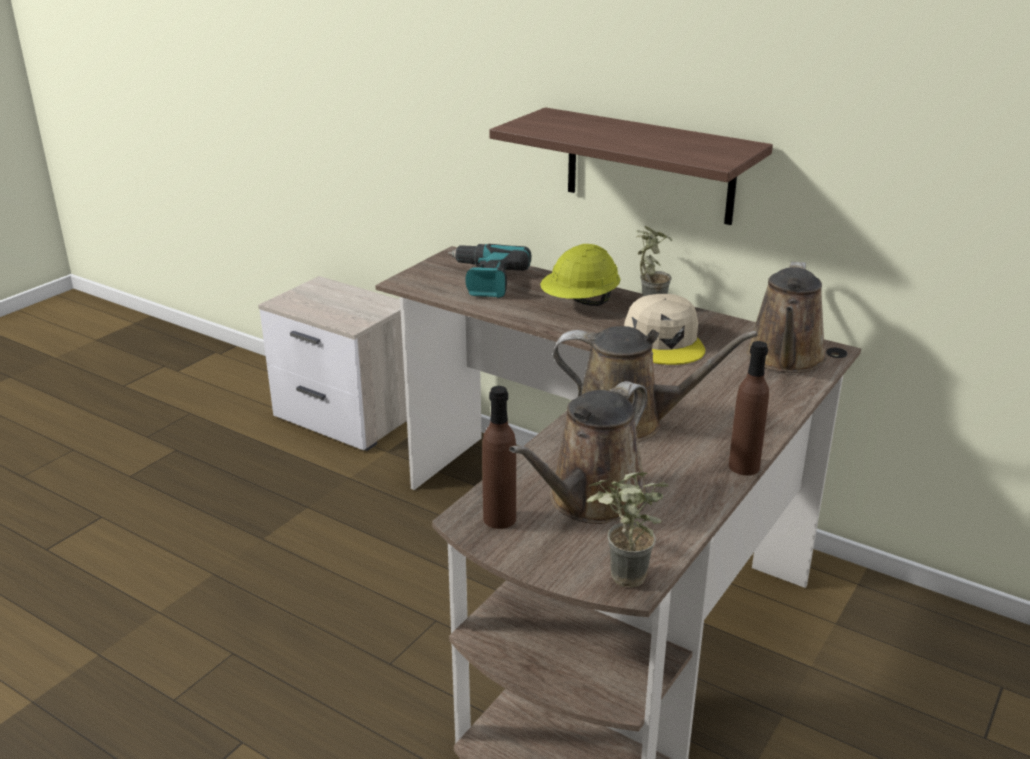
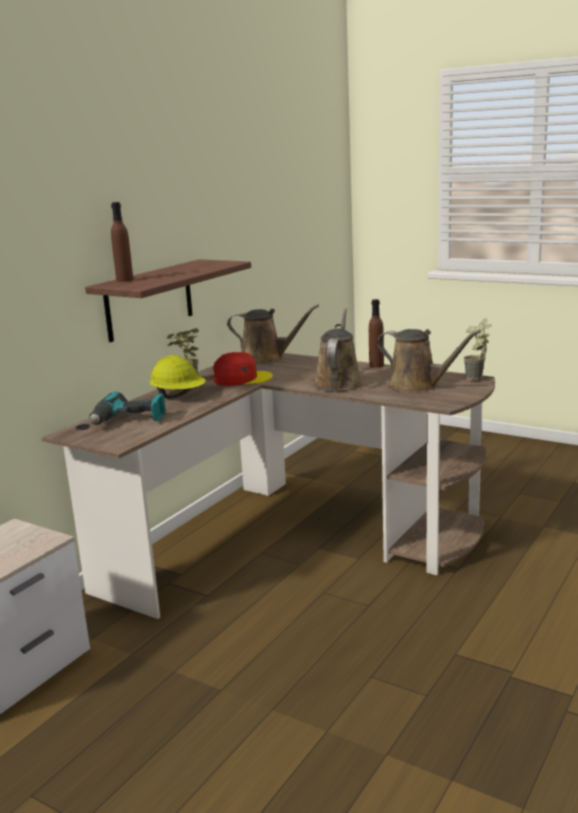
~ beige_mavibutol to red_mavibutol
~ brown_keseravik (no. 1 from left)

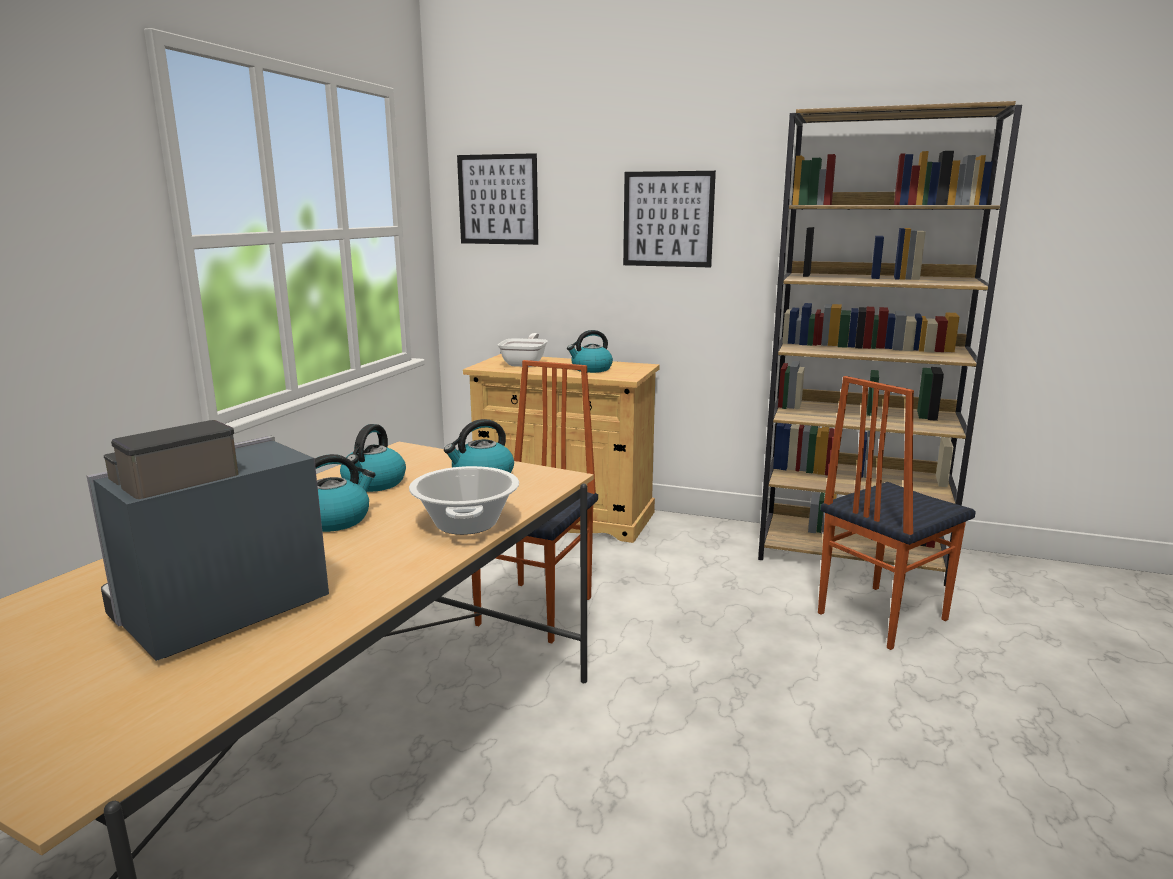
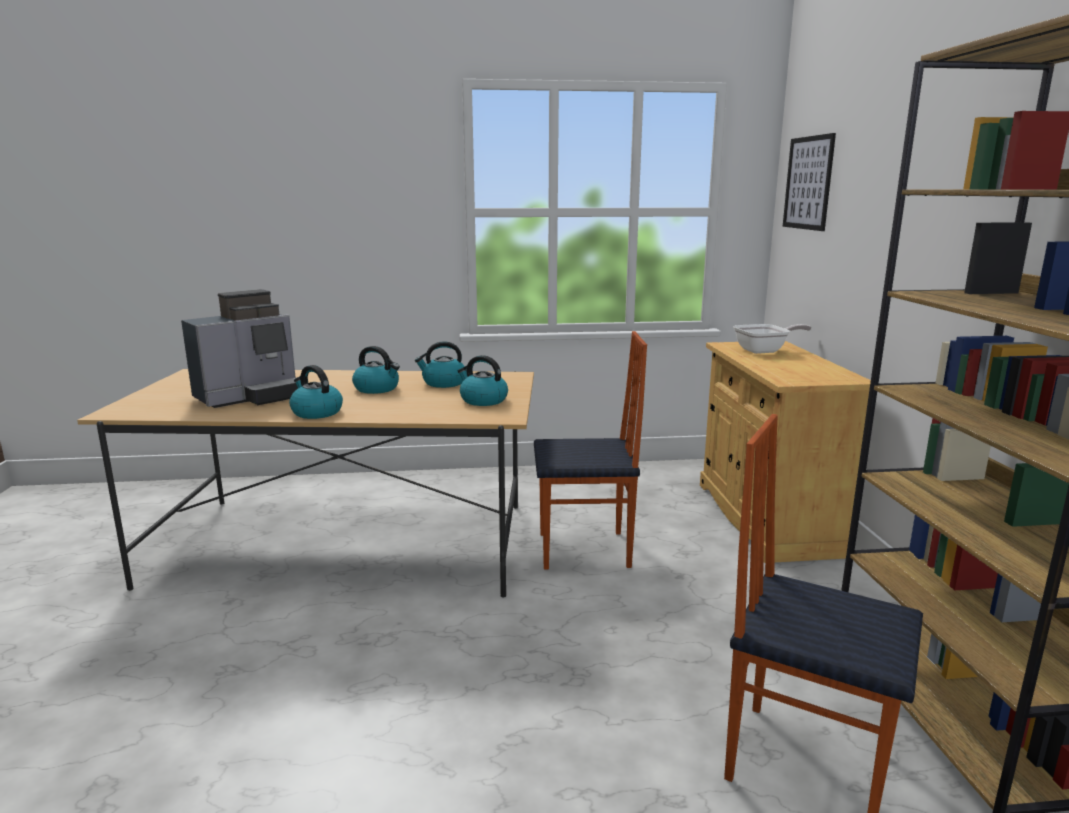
- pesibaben (no. 2 from left)
~ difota (no. 4 from left in the first image) to difota (no. 1 from left)
~ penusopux 120 degrees clockwise
- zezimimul

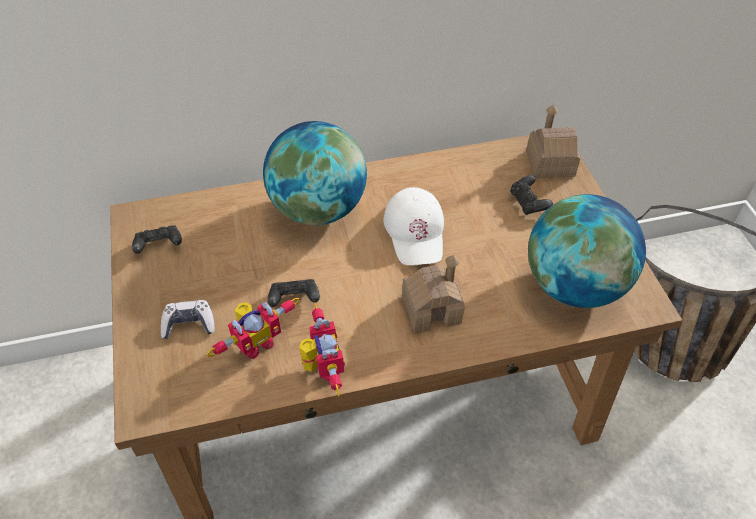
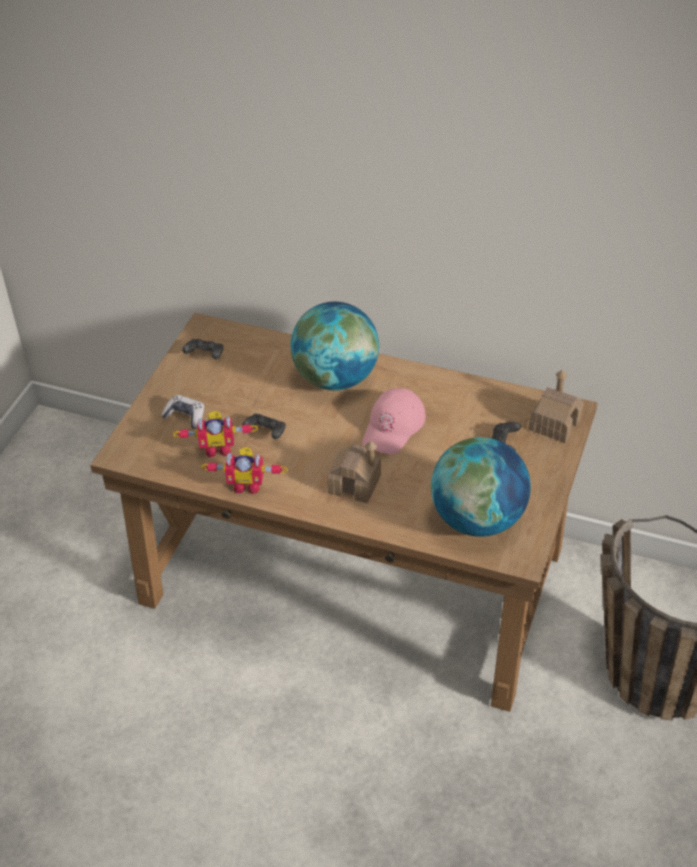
~ white_mavibutol to pink_mavibutol
~ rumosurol (no. 2 from left) 75 degrees clockwise

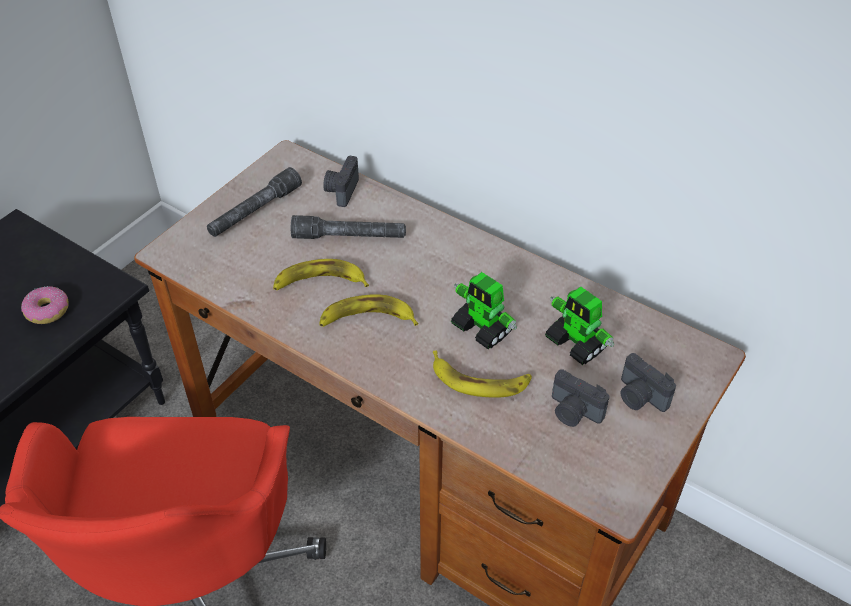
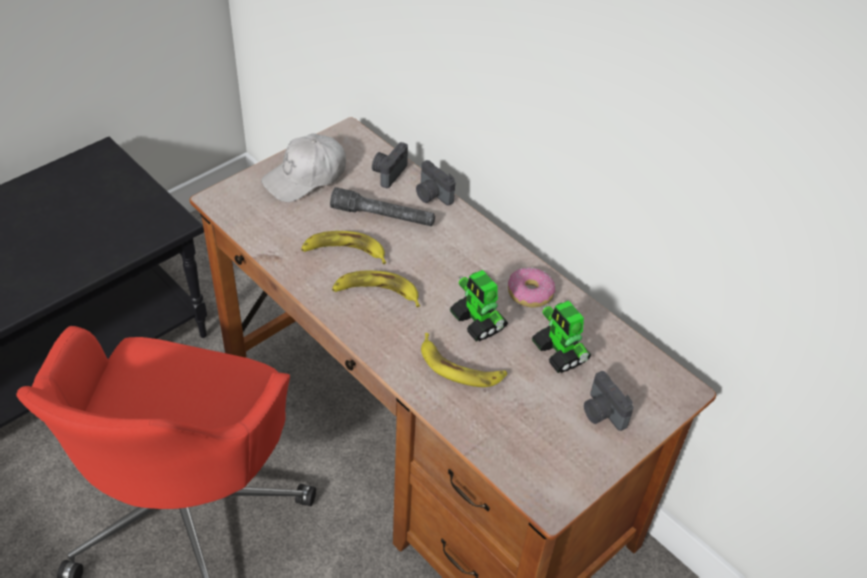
~ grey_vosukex (no. 1 from left) to white_mavibutol
~ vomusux
~ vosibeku (no. 2 from left)

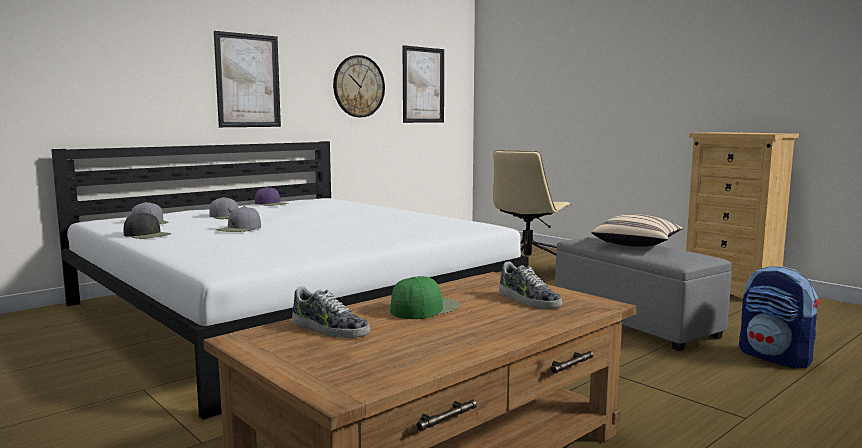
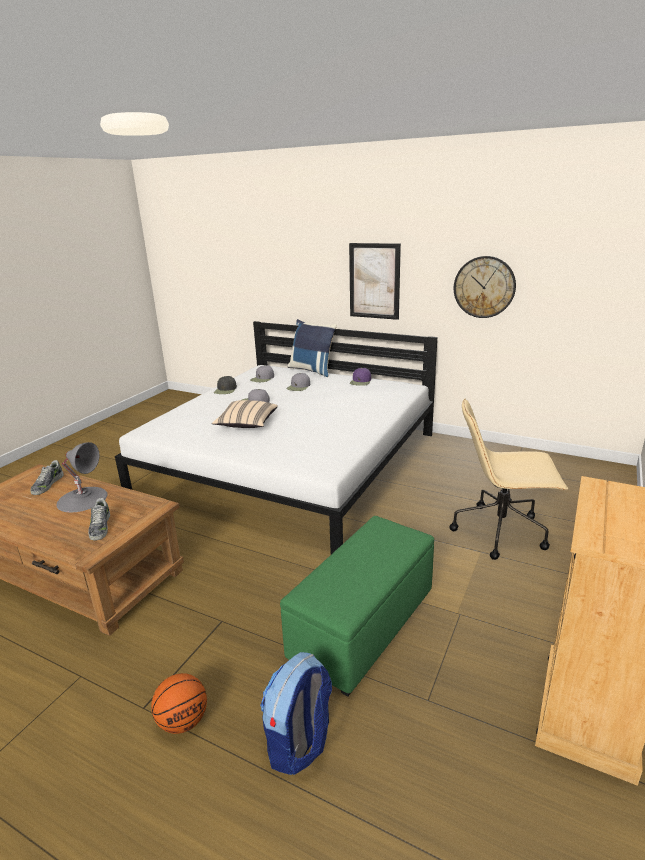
- pesibaben (no. 2 from left)
~ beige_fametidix
~ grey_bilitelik to green_bilitelik
~ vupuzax (no. 2 from left) 45 degrees counterclockwise
~ green_mavibutol to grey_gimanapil
+ blue_fametidix
+ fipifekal

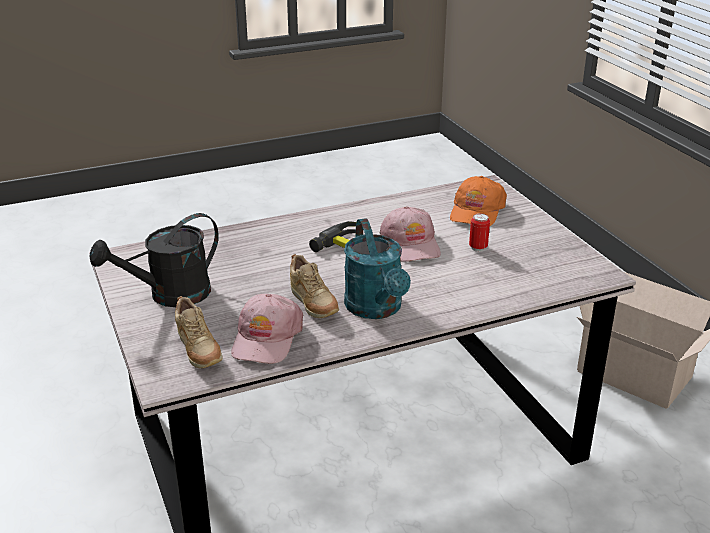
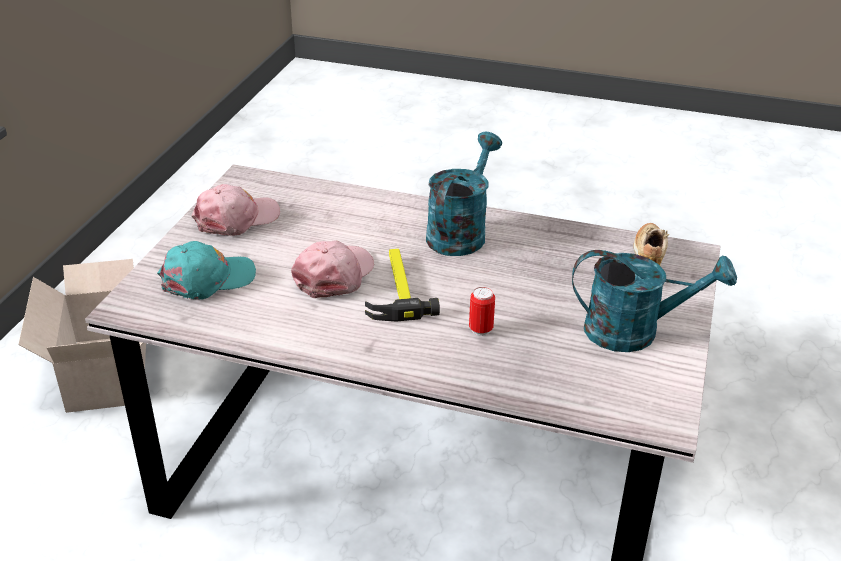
~ orange_mavibutol to turquoise_mavibutol
~ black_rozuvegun to turquoise_rozuvegun (no. 2 from left)
~ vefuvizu
- beige_vupuzax (no. 2 from left)
~ pink_mavibutol (no. 1 from left)

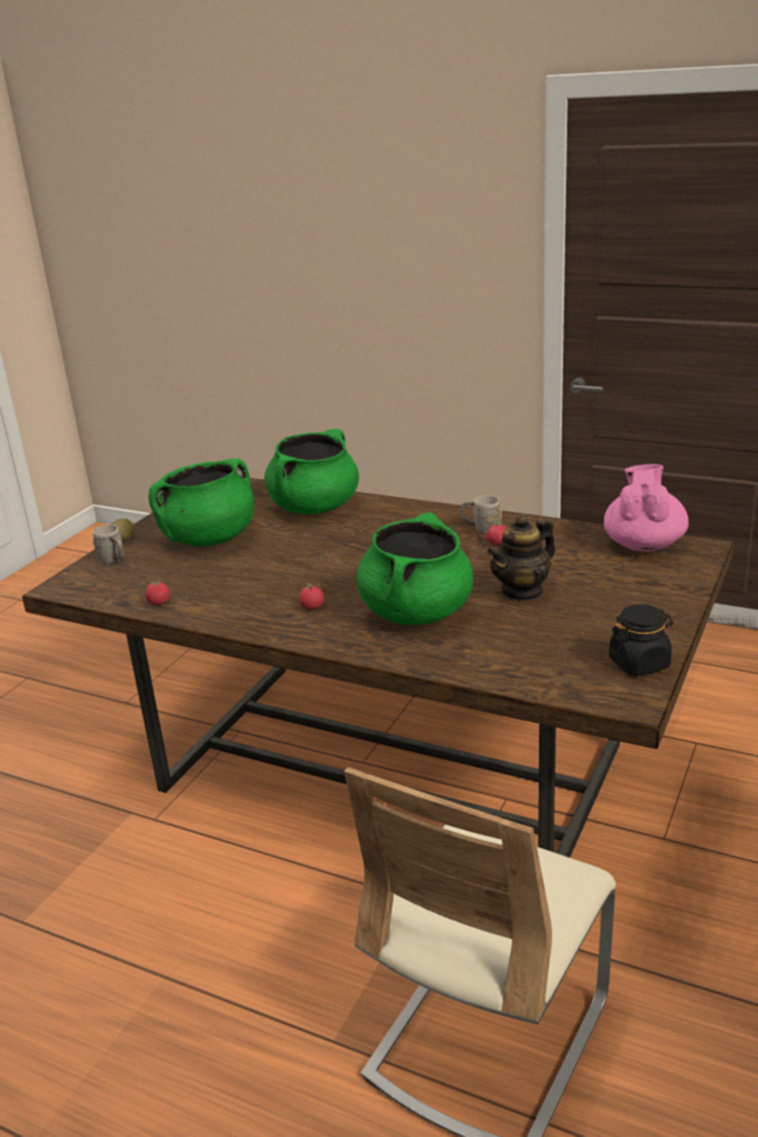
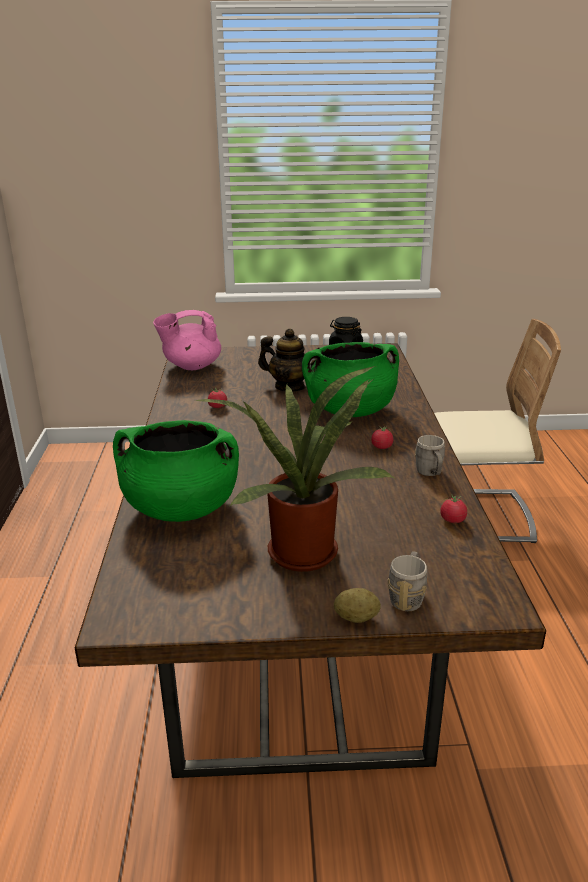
~ green_zezimimul (no. 1 from left) to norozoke
~ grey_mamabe (no. 2 from left)

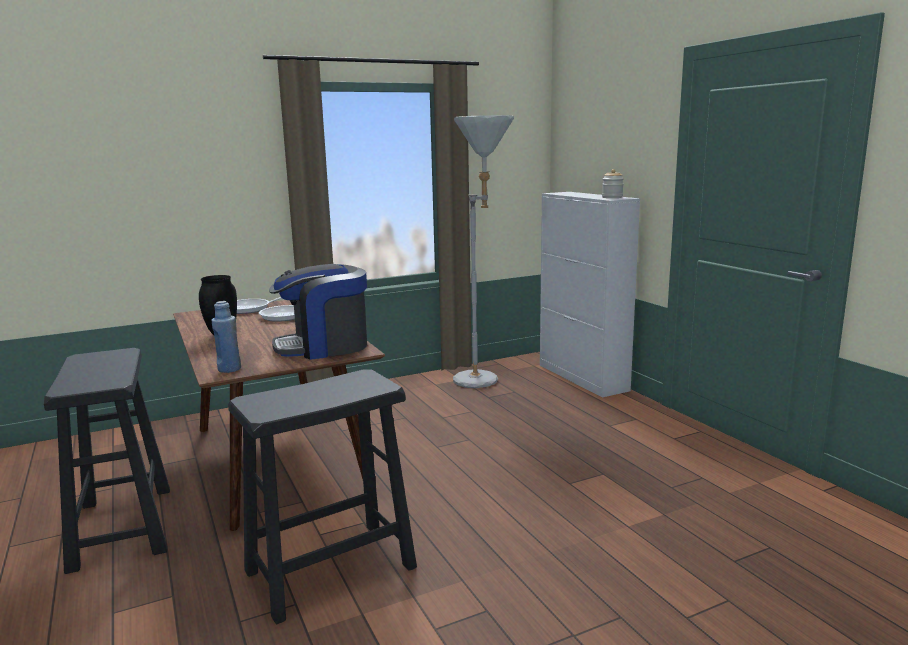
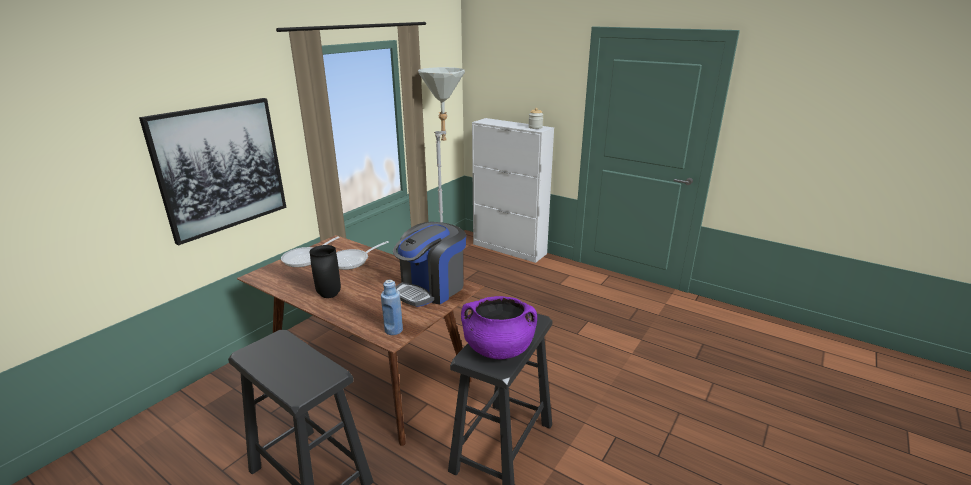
+ pesibaben
+ purple_zezimimul

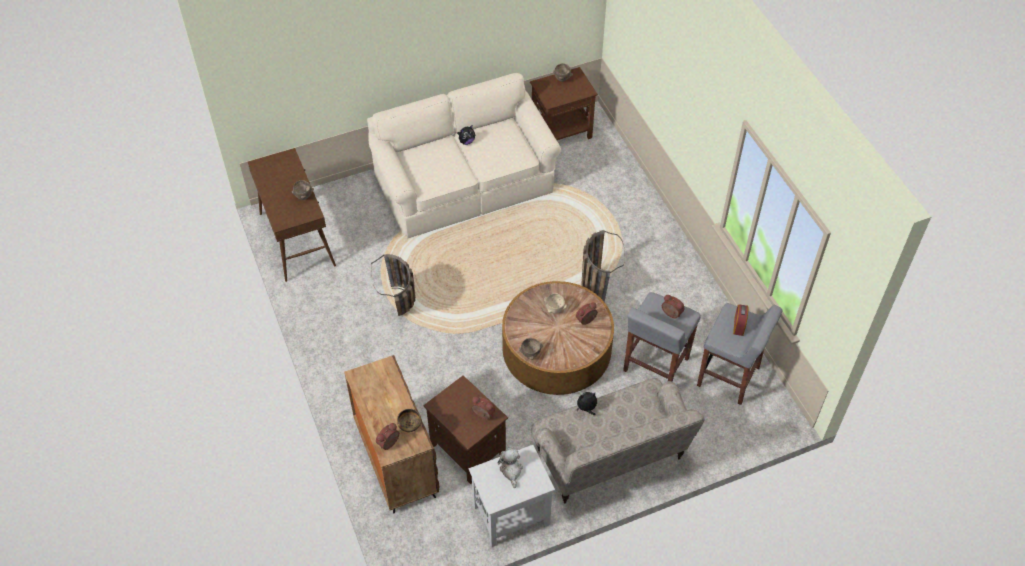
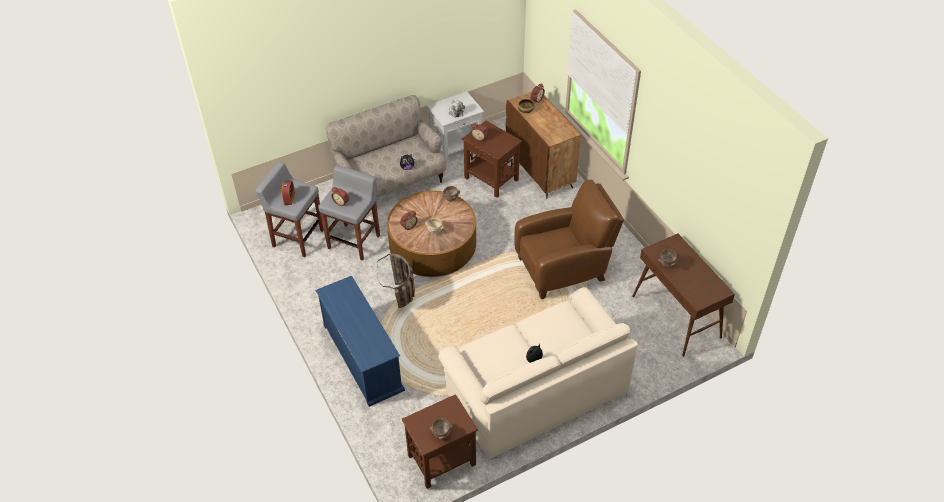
~ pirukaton (no. 1 from left) to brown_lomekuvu
+ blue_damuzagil

